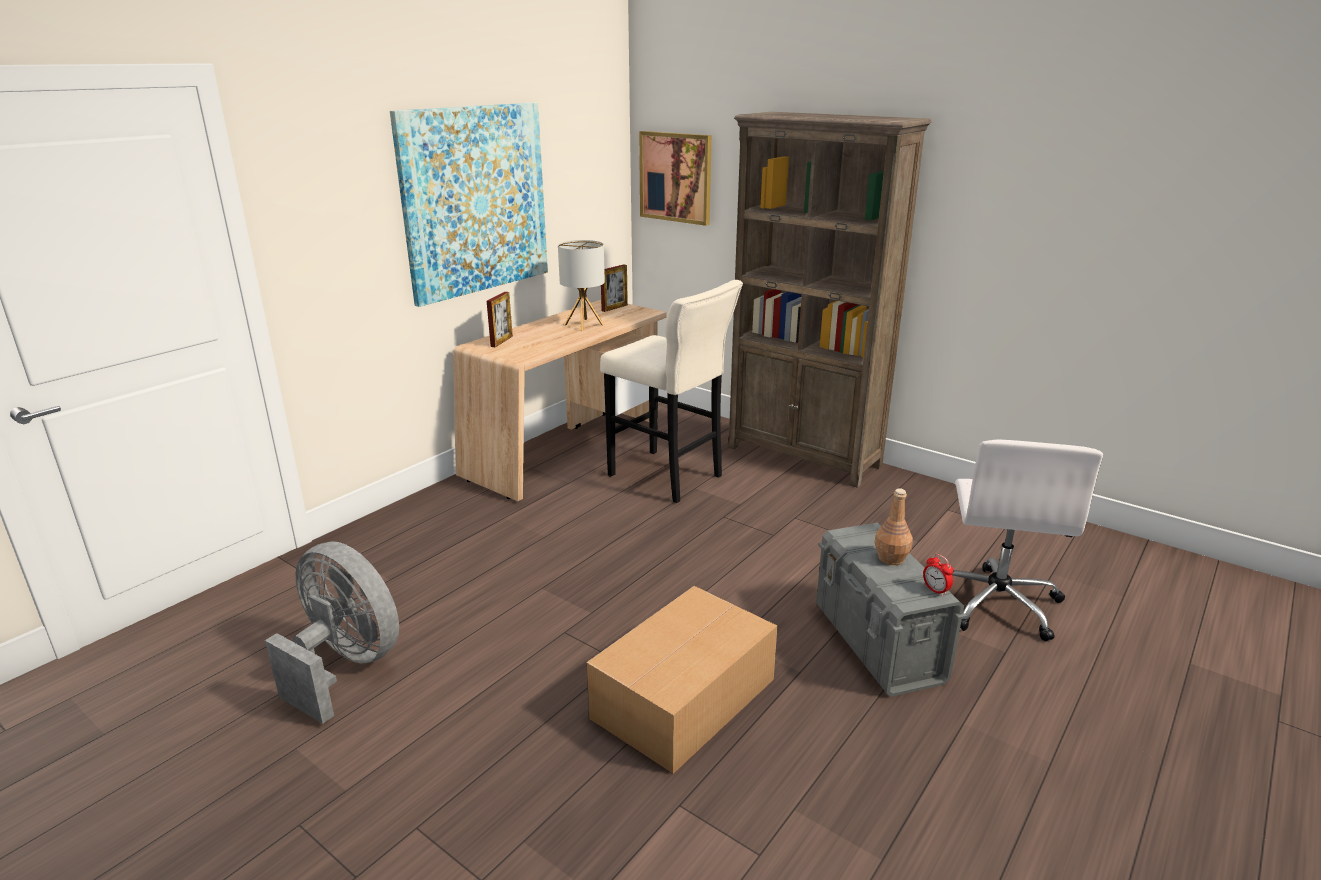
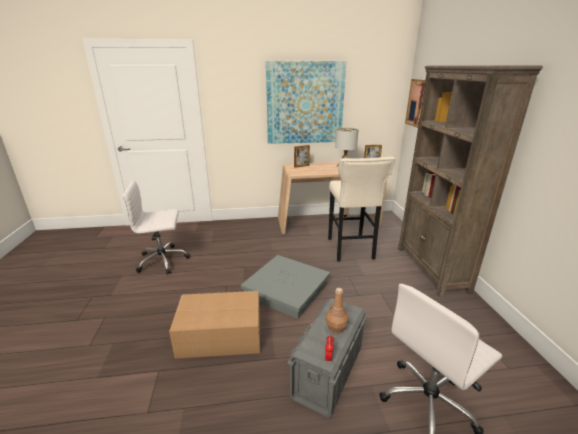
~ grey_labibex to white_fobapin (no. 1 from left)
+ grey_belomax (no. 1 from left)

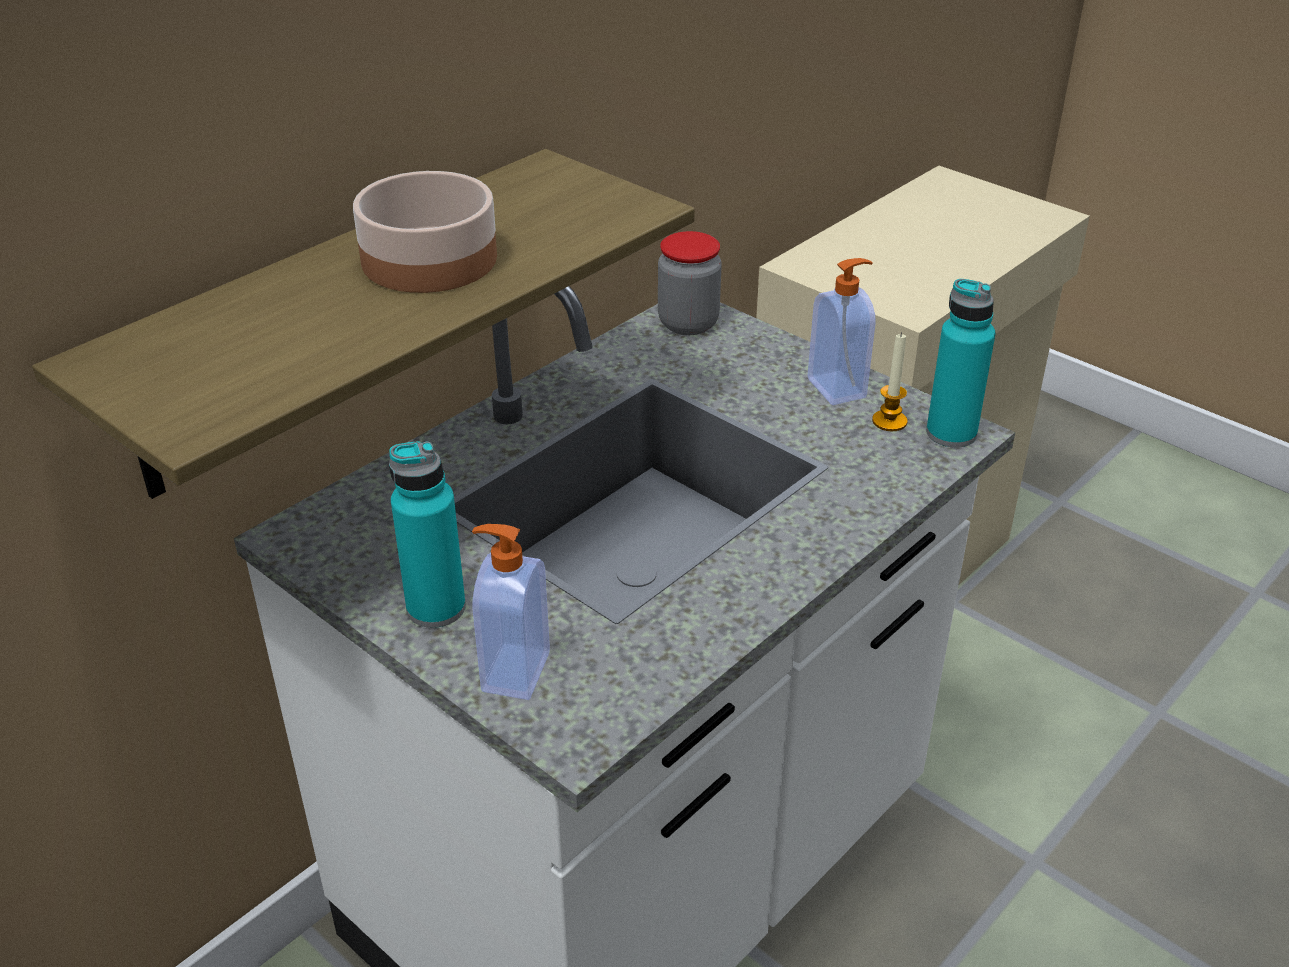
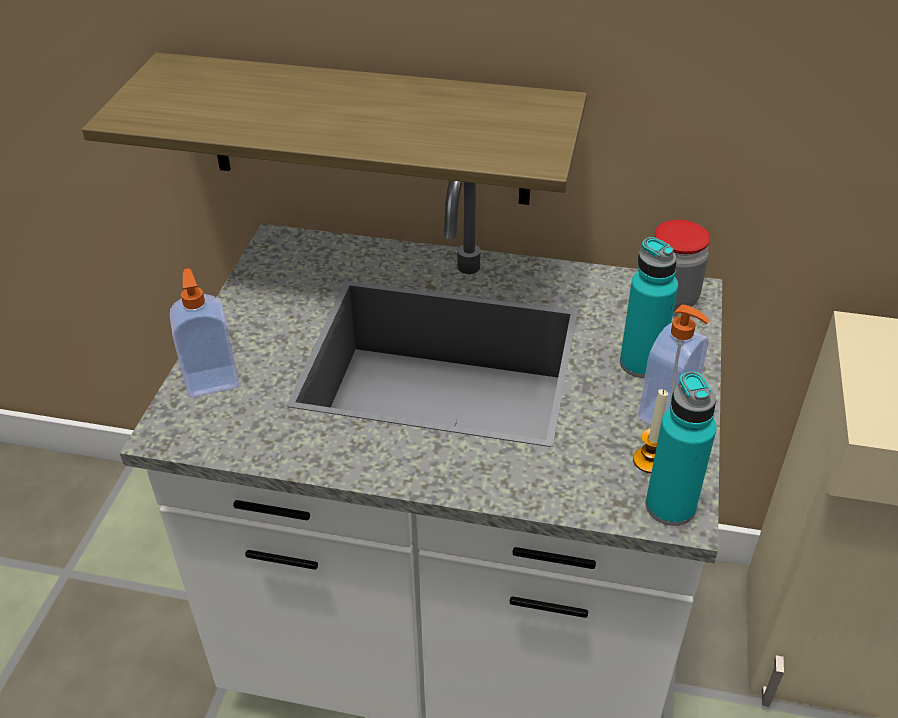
- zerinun
~ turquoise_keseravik (no. 1 from left)

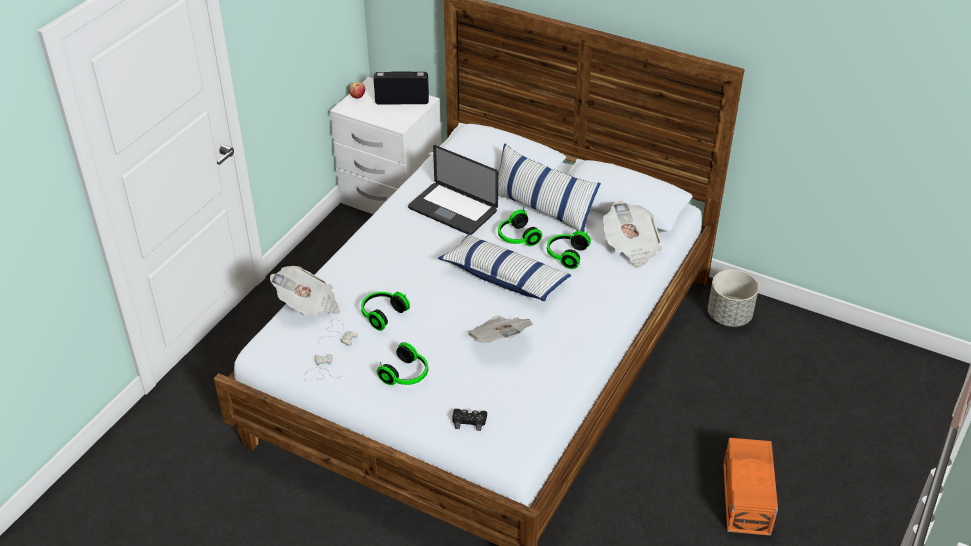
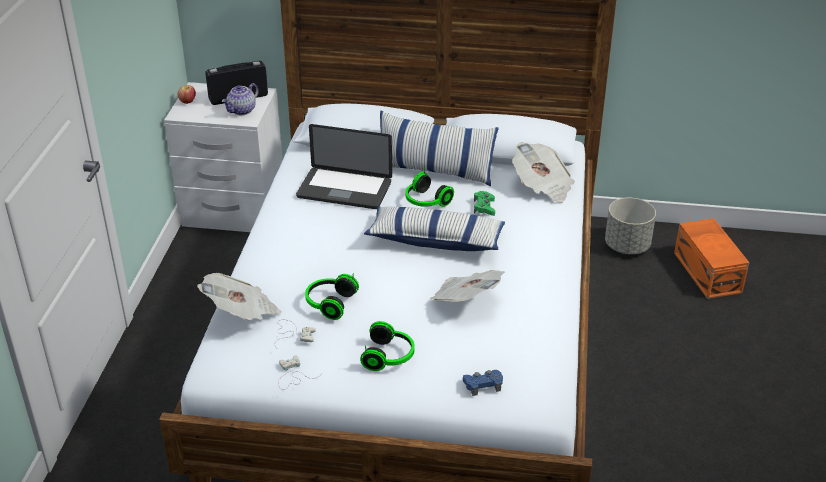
~ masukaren (no. 4 from left) to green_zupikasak
~ black_zupikasak to blue_zupikasak
~ orange_belomax
+ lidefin

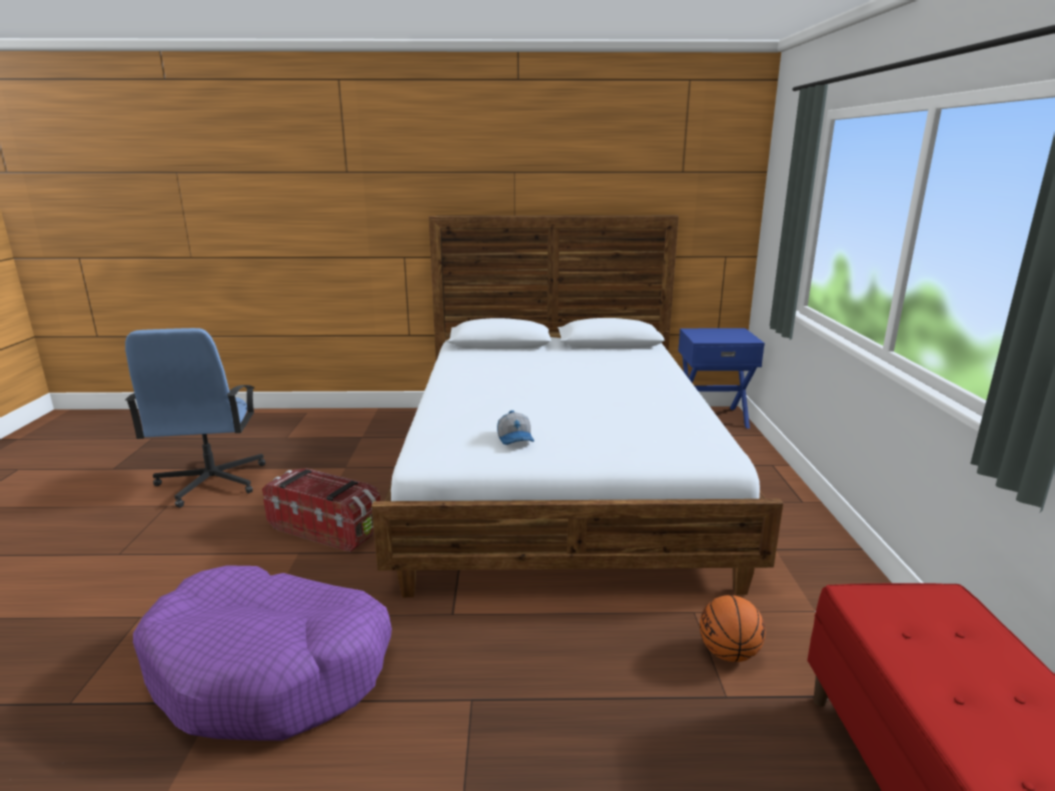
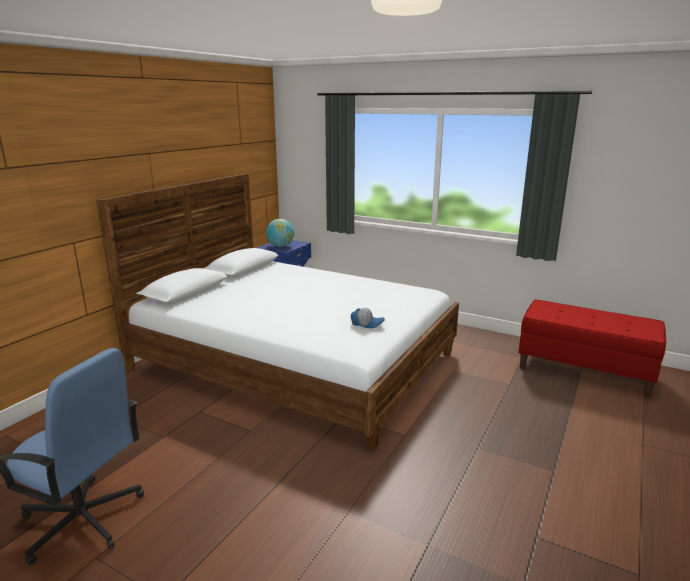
- belomax
- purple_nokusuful
- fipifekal
+ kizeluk

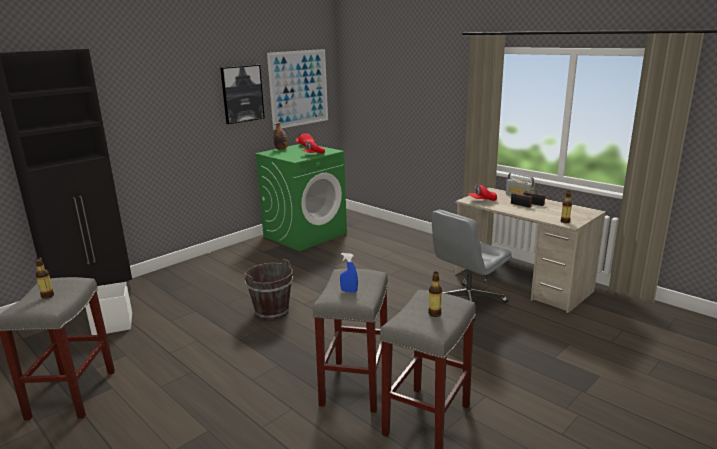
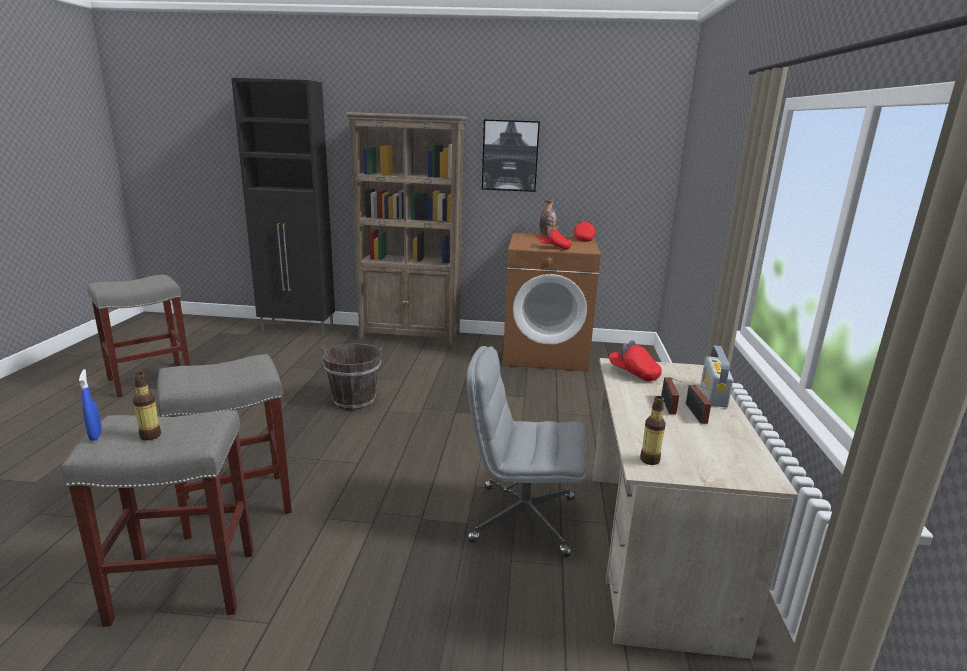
- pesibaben (no. 2 from left)
~ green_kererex to brown_kererex
~ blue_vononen
- keseravik (no. 1 from left)
- white_belomax
+ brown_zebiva

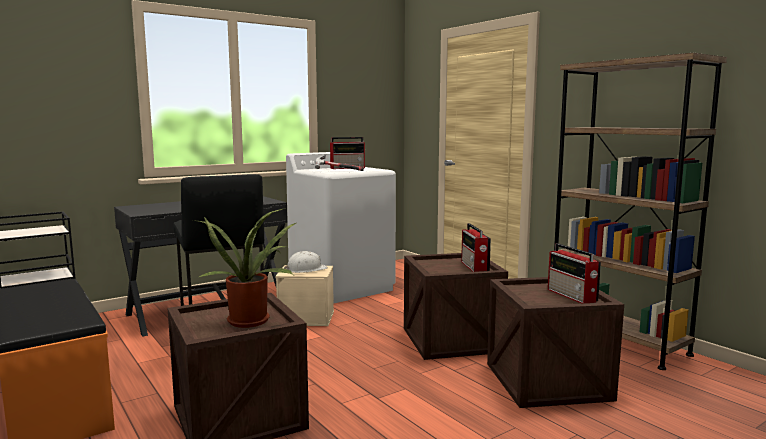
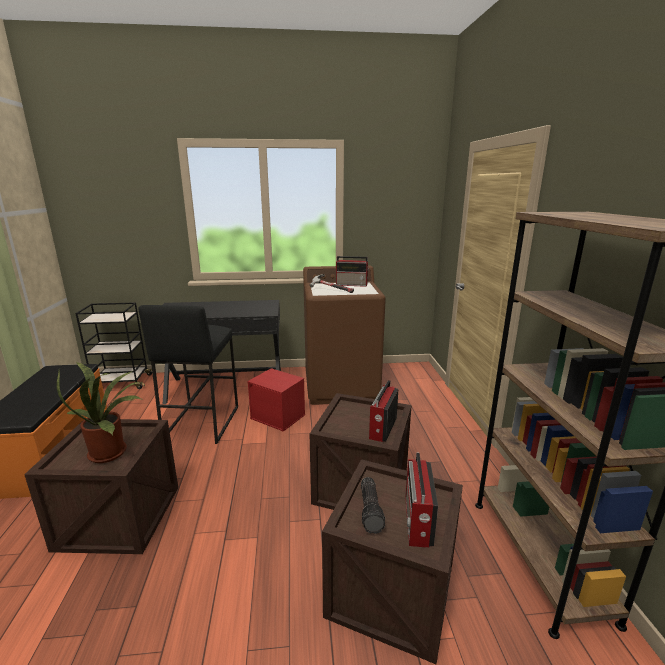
~ white_kererex to brown_kererex
- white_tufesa
~ beige_belomax to red_belomax
+ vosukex

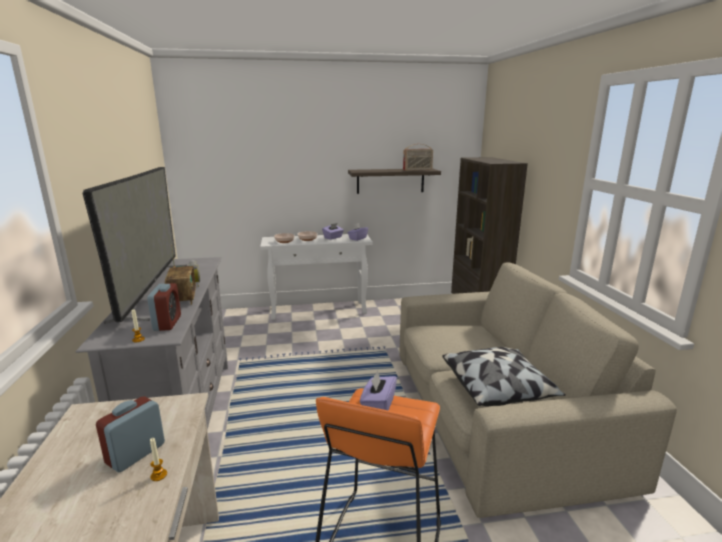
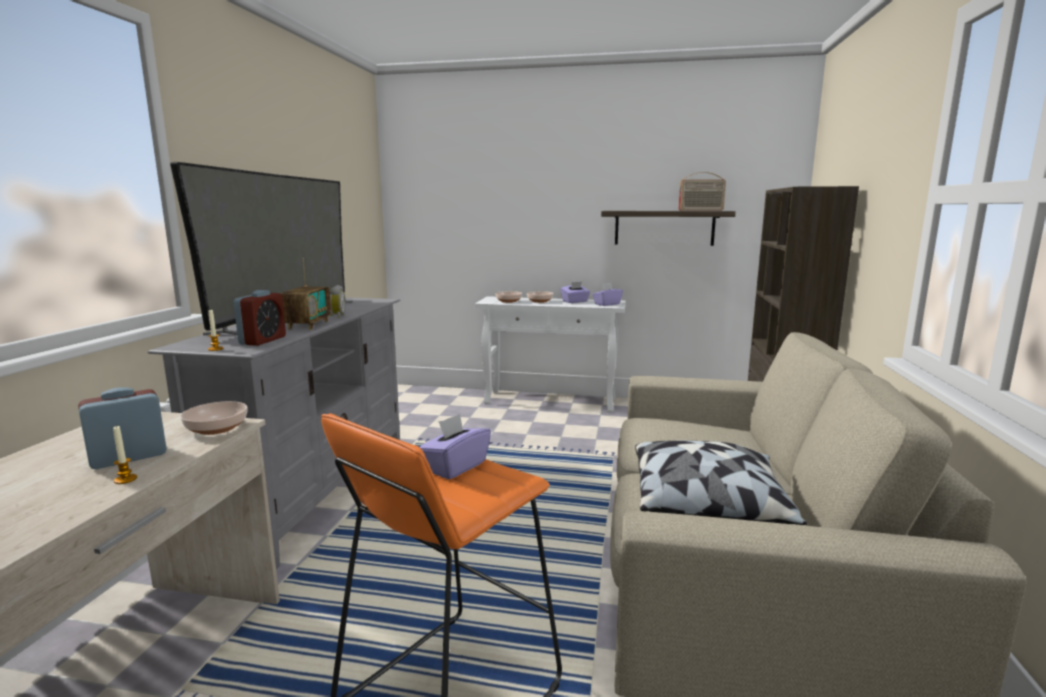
+ zerinun (no. 1 from left)

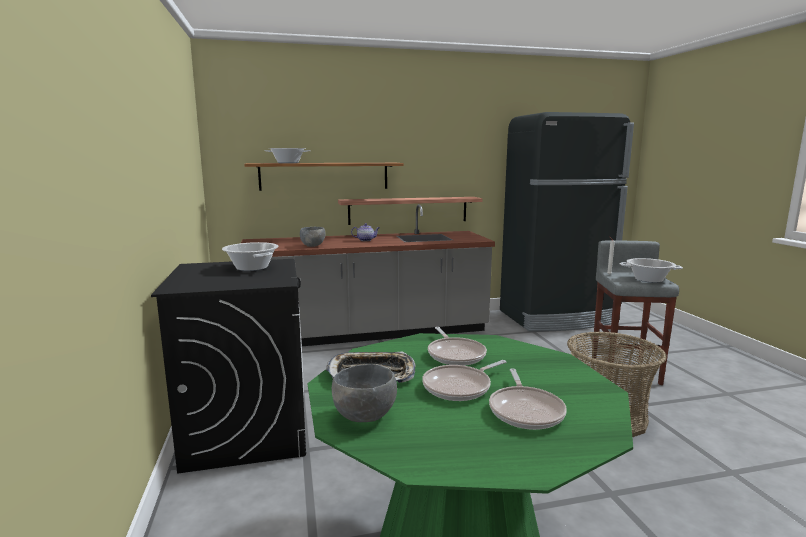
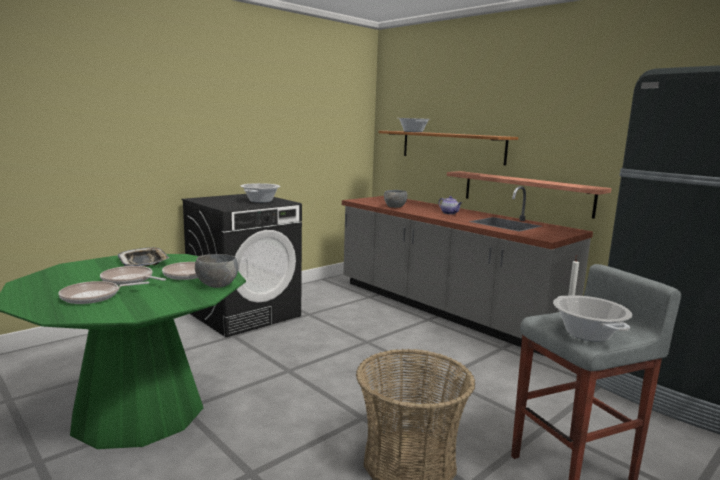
~ grey_zerinun (no. 2 from left in the first image) to grey_zerinun (no. 1 from left)

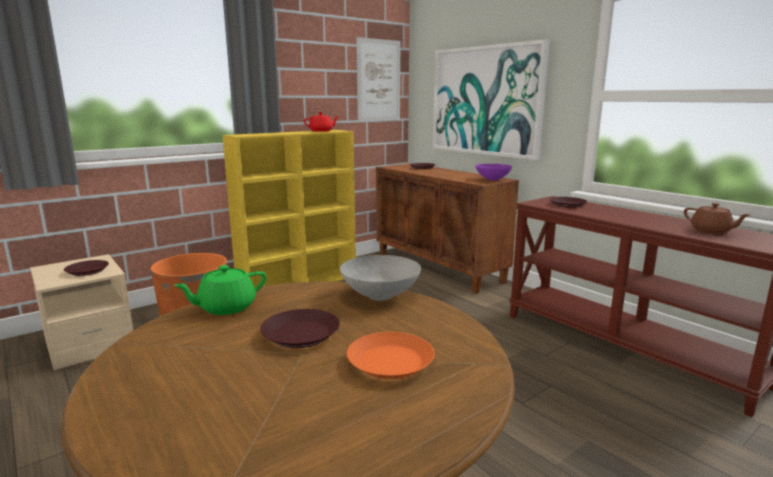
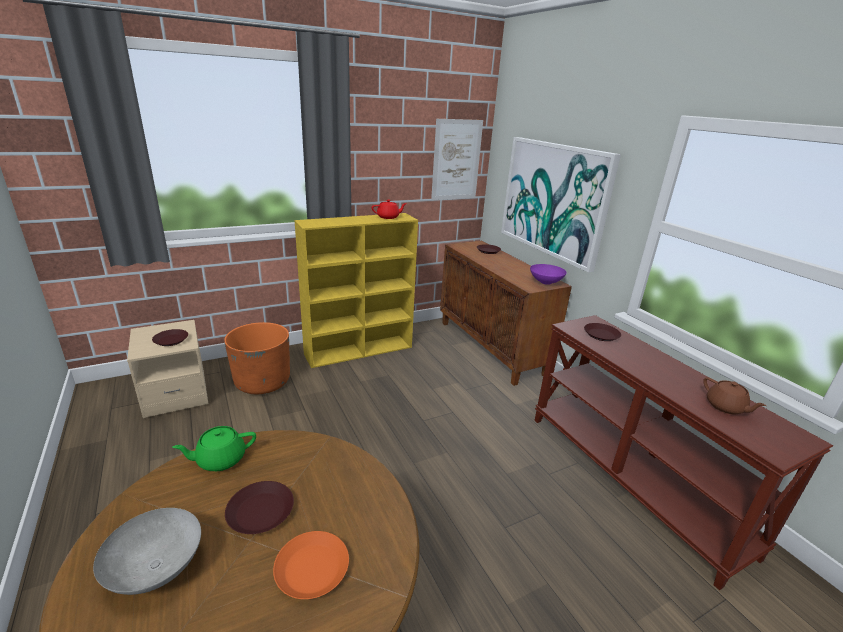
~ grey_zerinun

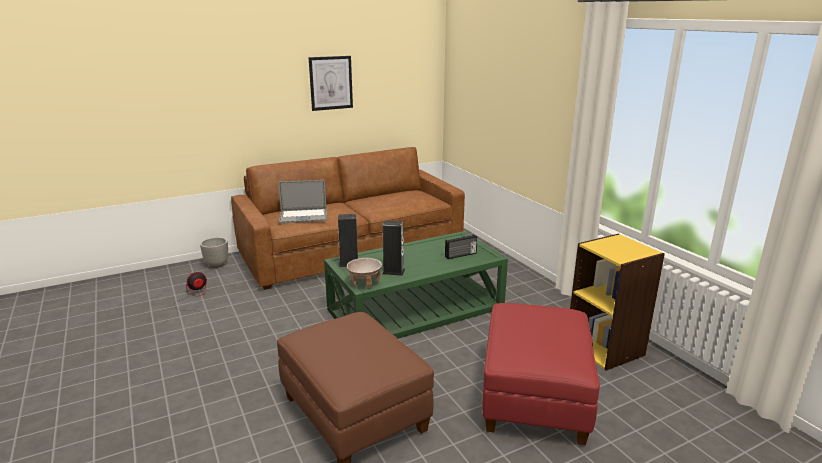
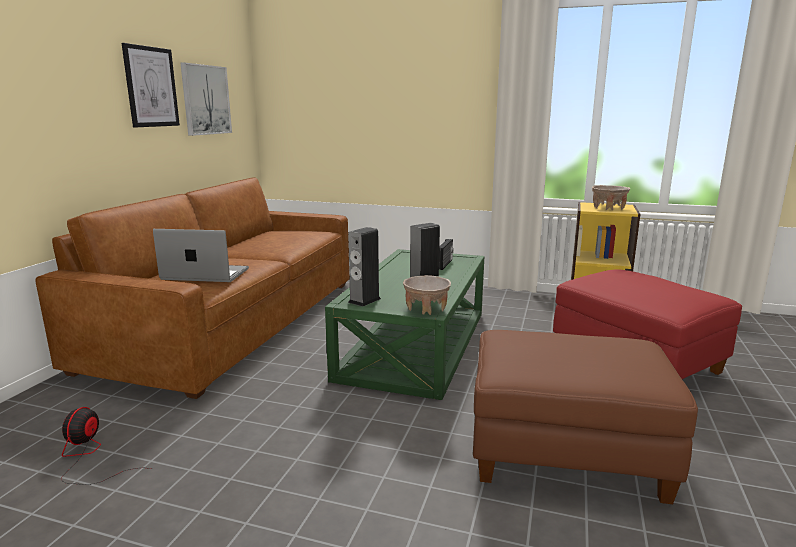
~ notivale 120 degrees counterclockwise
- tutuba
+ pesibaben (no. 2 from left)
+ beige_zerinun (no. 2 from left)

